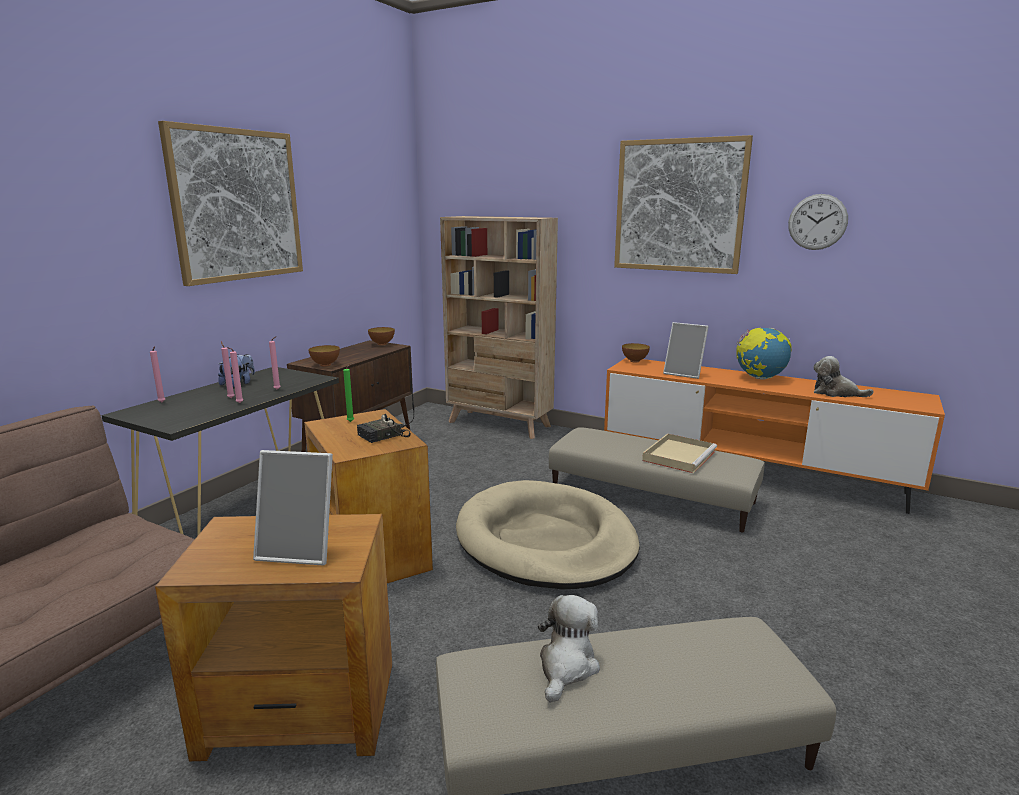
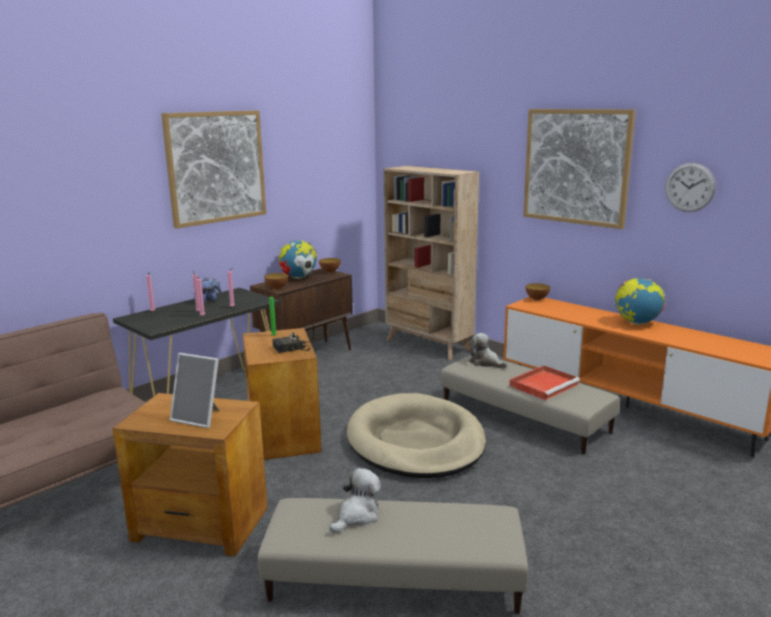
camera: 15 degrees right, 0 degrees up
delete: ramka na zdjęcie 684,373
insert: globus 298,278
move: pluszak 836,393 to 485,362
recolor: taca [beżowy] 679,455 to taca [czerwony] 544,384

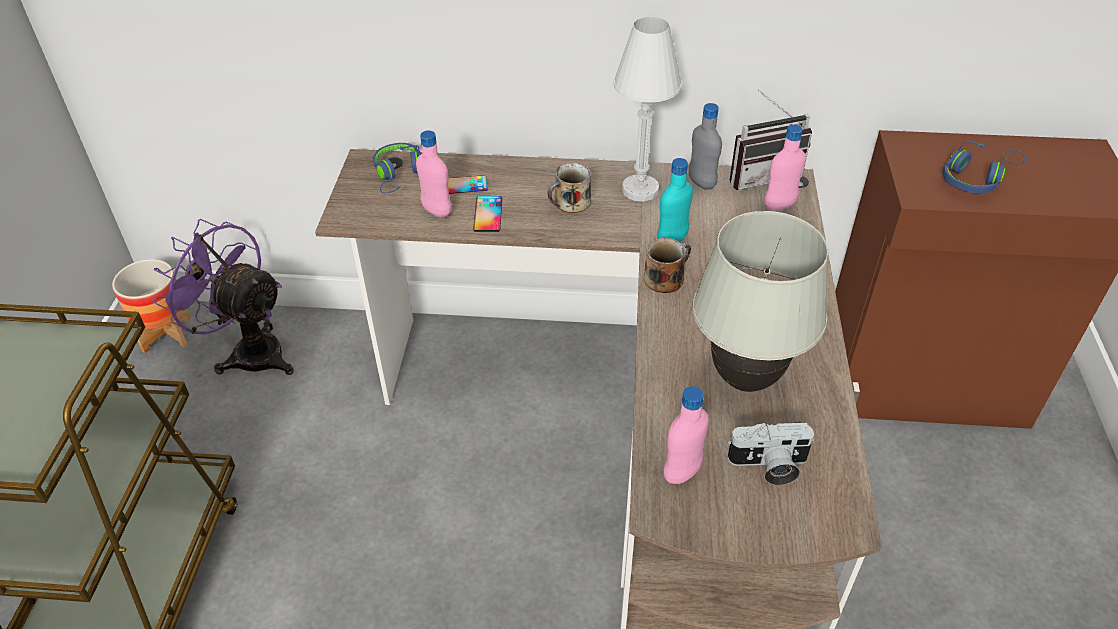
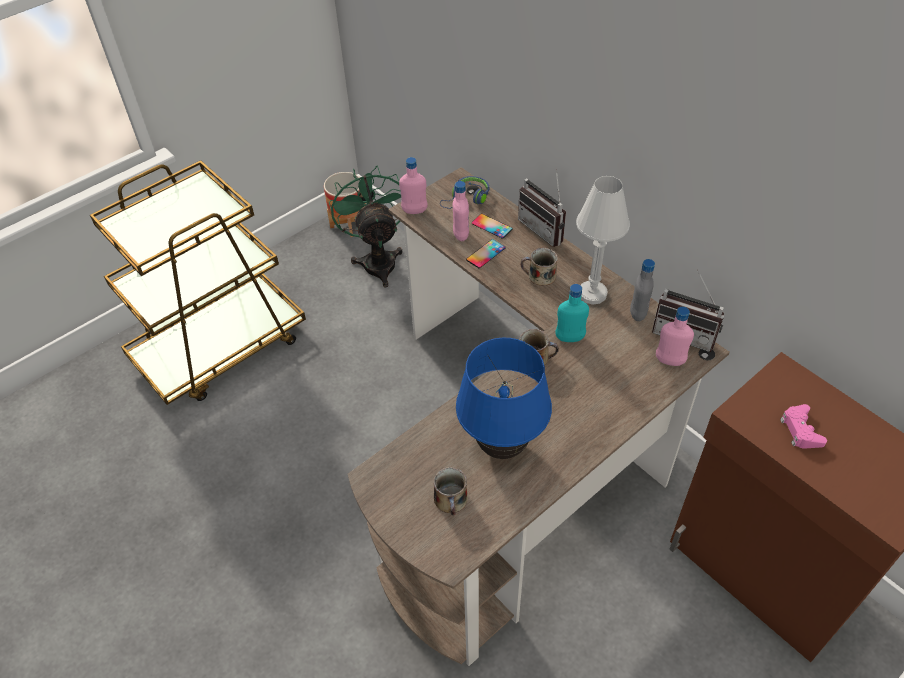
camera: 45 degrees right, 5 degrees up
insert: radio 545,229
move: butelka [różowy] 682,472 to 414,211
replace: słuchawki [niebieski] 976,179 to pad do gier [różowy] 800,430; aparat fotograficzny 769,466 to kubek 451,500
recolor: lampa stołowa [biały] 746,379 to lampa stołowa [niebieski] 502,447; wentylator [fioletowy] 249,351 to wentylator [zielony] 377,260

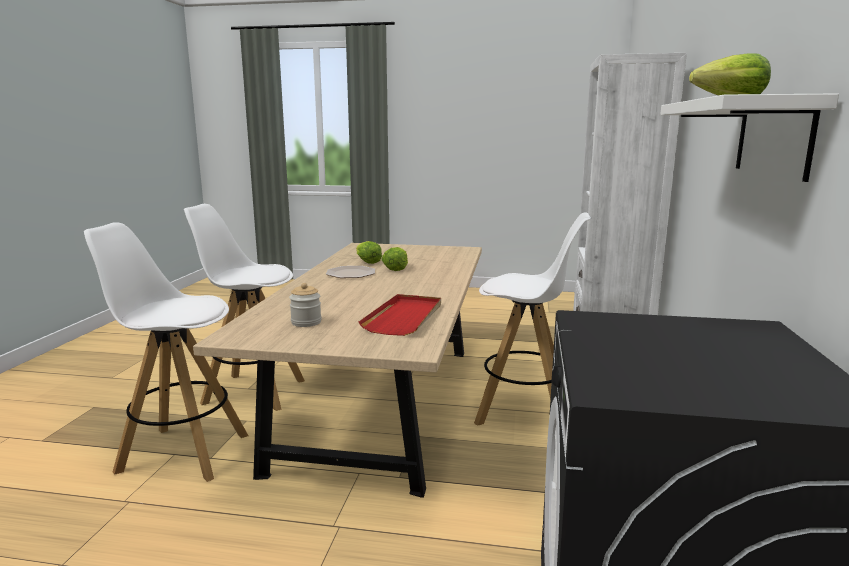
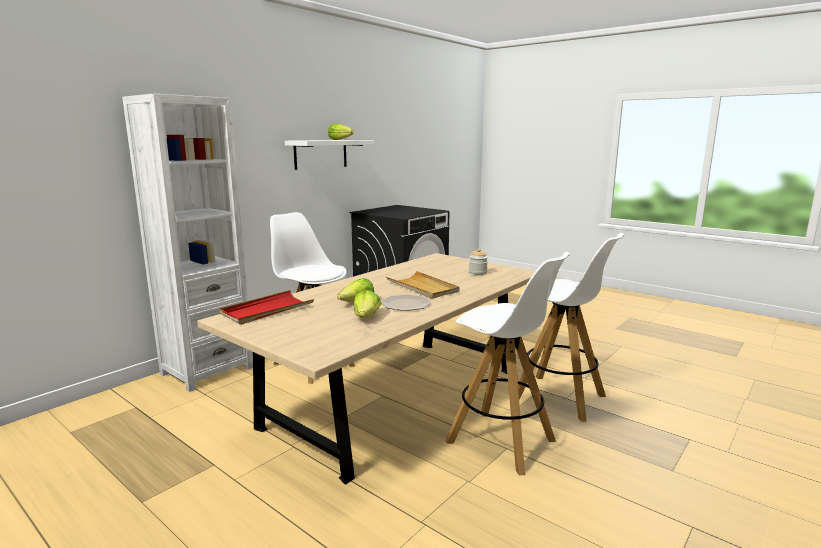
camera: 150 degrees left, 0 degrees up
insert: taca [beżowy] 422,287
move: taca [czerwony] 404,317 to 267,310

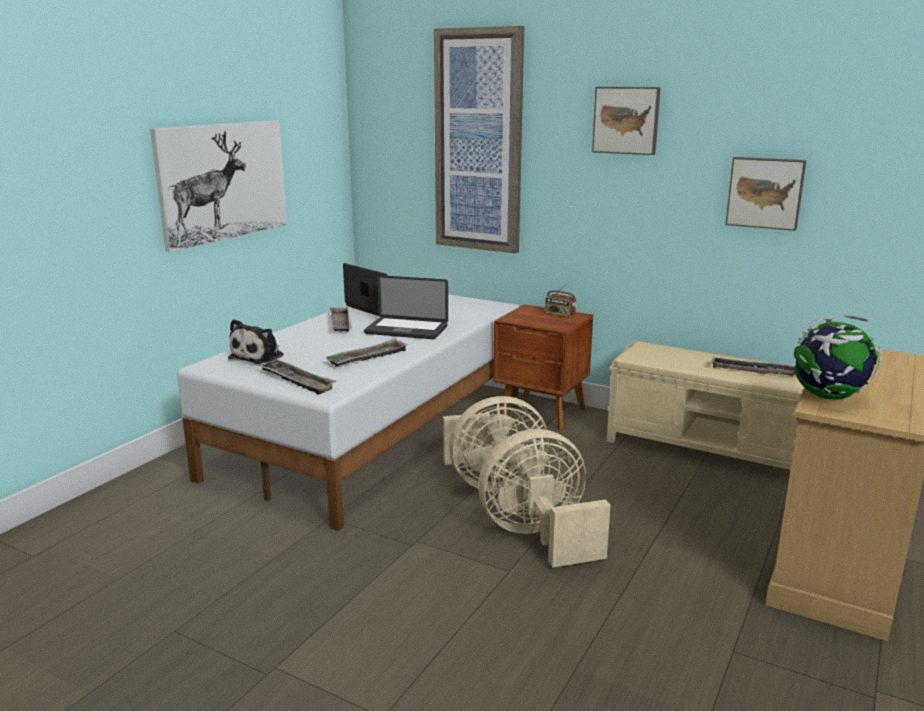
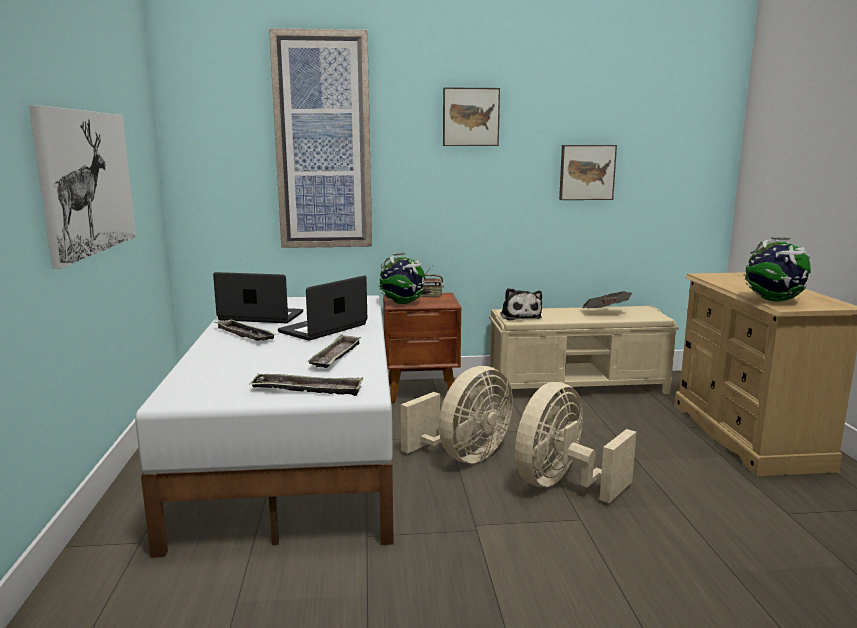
camera: 35 degrees left, 5 degrees down
insert: globus 402,303
move: pluszak 259,356 to 520,316
replace: taca 754,371 to gazeta 605,313
rotate: laptop 406,330 = 323,328 150 degrees clockwise

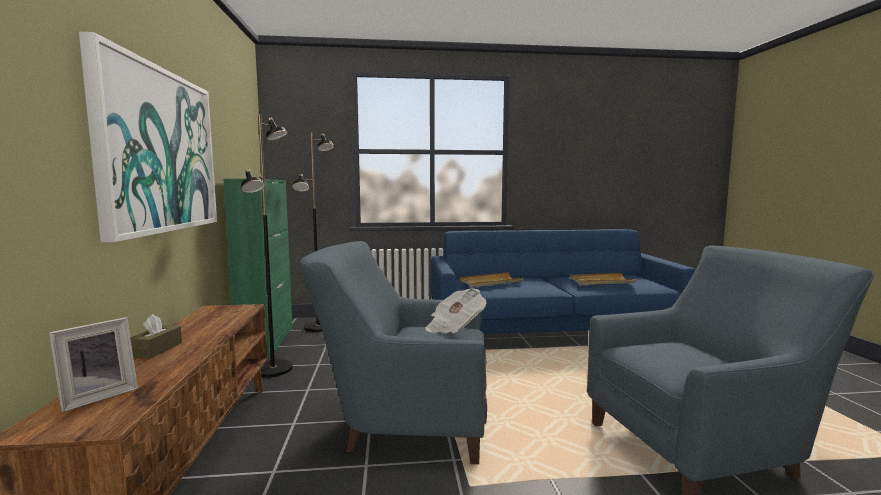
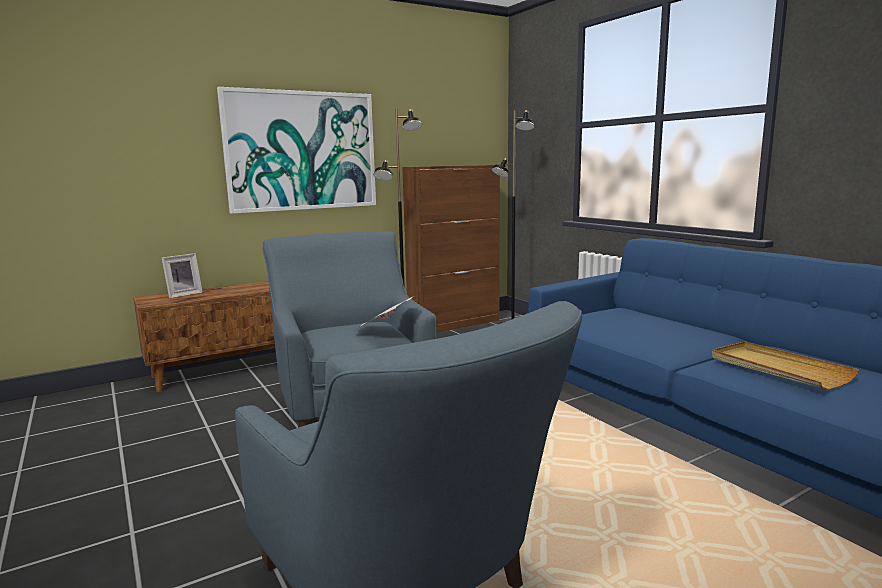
camera: 65 degrees right, 5 degrees up
delete: taca [beżowy] 490,282; pudełko chusteczek [brązowy] 156,349
recolor: szafka [zielony] 267,341 to szafka [brązowy] 455,324
rotate: ramka na zdjęcie 98,396 = 183,294 60 degrees counterclockwise

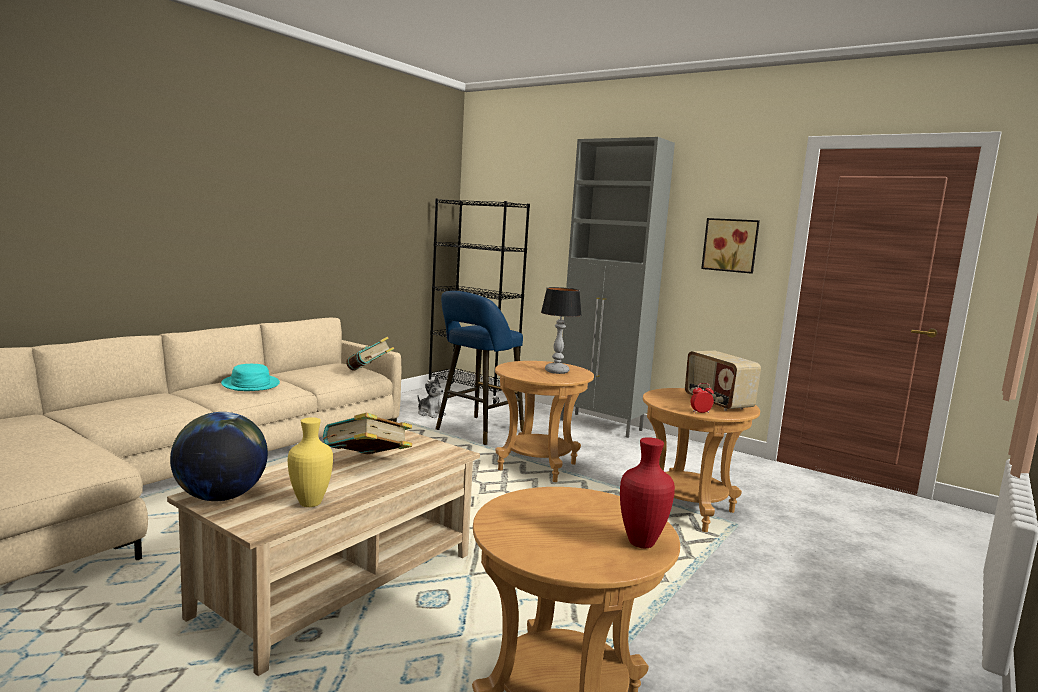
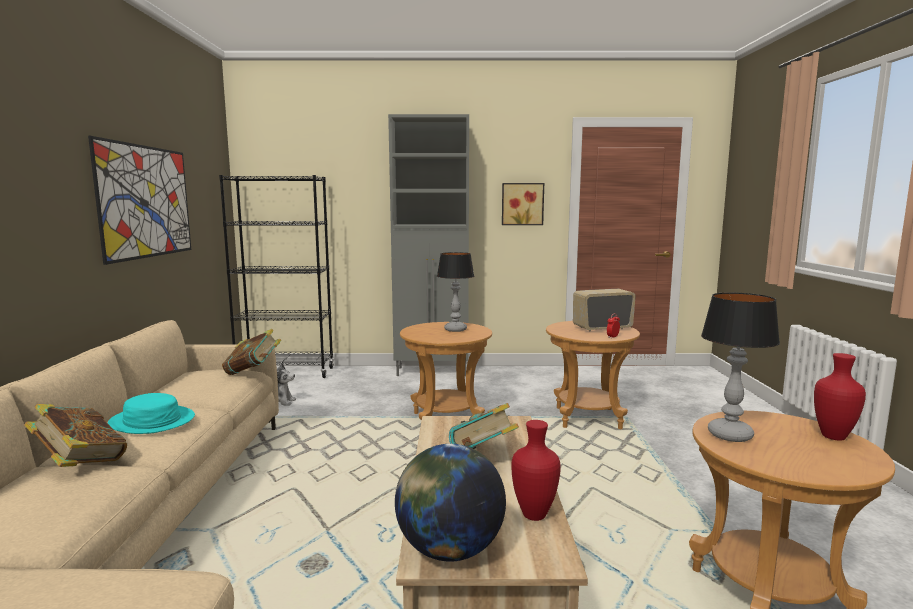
camera: 35 degrees left, 0 degrees up
delete: stołek [niebieski] 476,431
insert: obraz 146,201; lampa stołowa 729,434; książka 81,463
recolor: wazon [żółty] 309,503 to wazon [czerwony] 532,515
rotate: radio 717,403 = 602,328 135 degrees clockwise

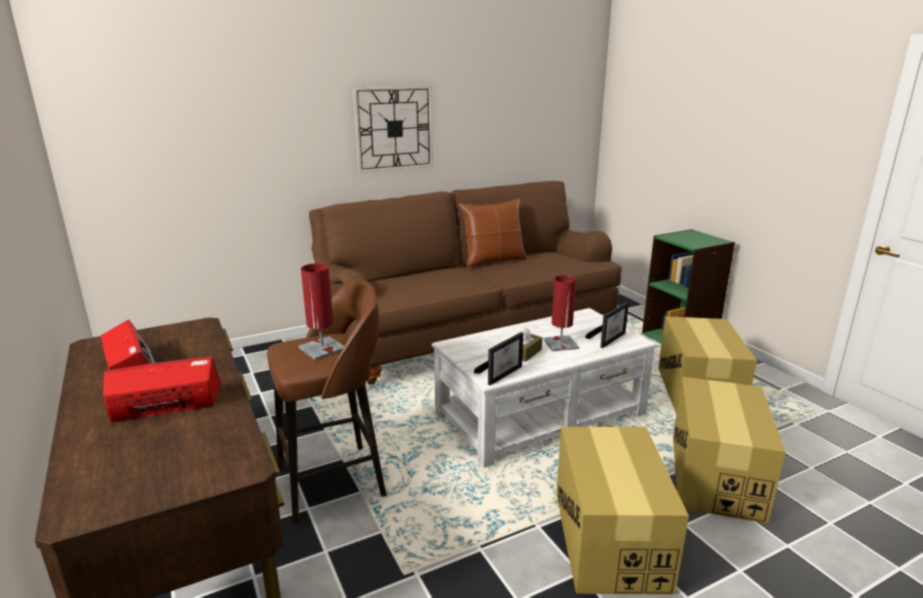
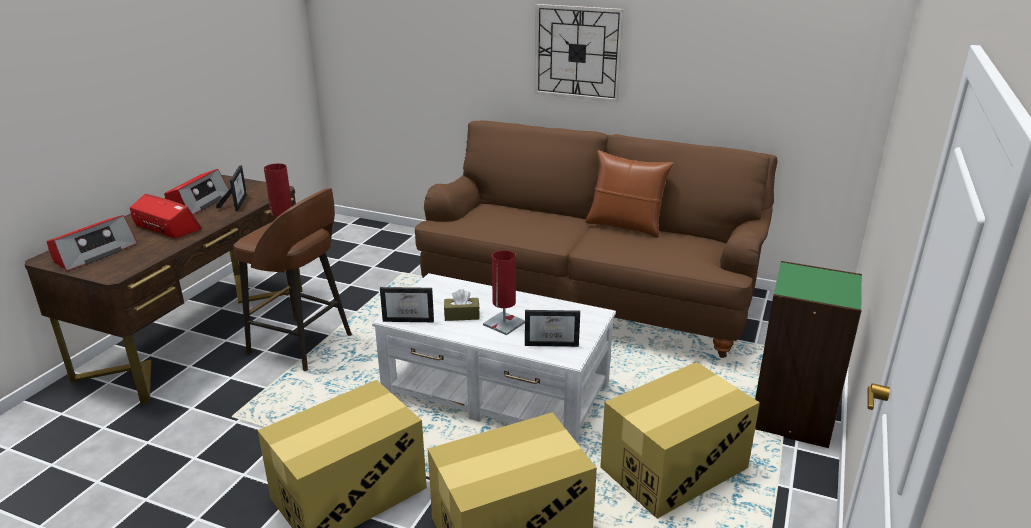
camera: 50 degrees right, 5 degrees up
insert: ramka na zdjęcie 236,202; radio 94,253

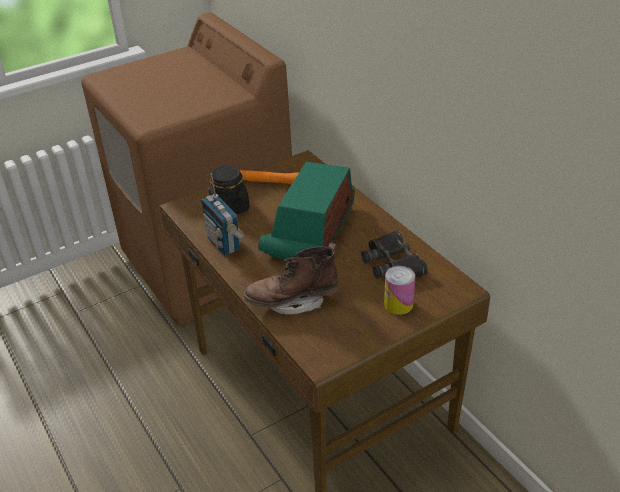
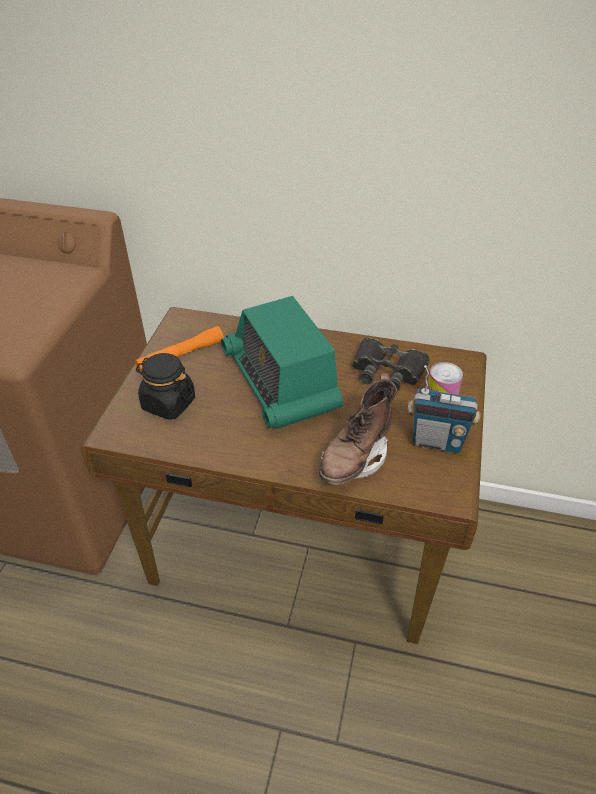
camera: 45 degrees left, 5 degrees up
move: radio 224,243 to 436,441

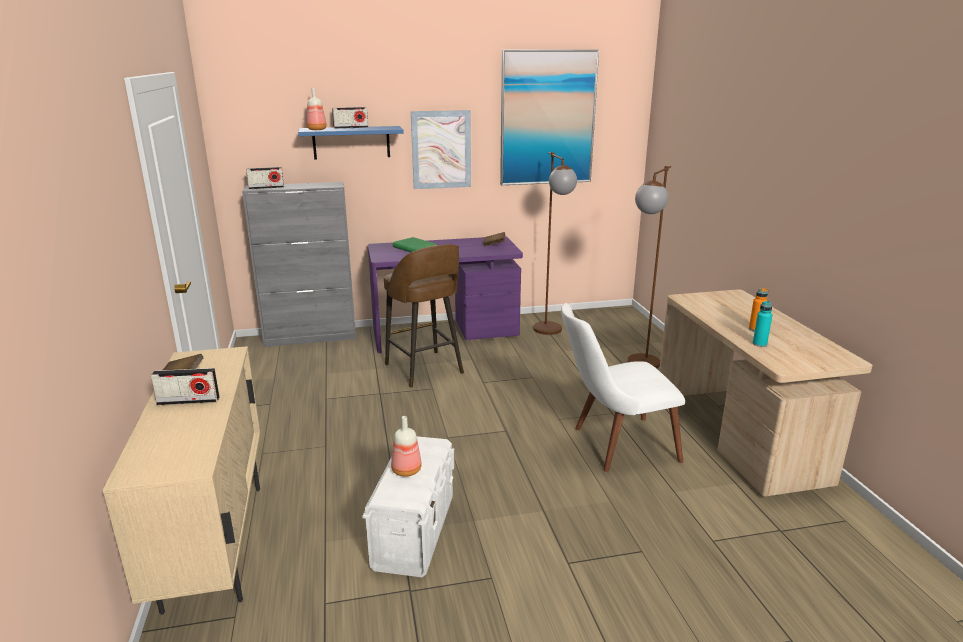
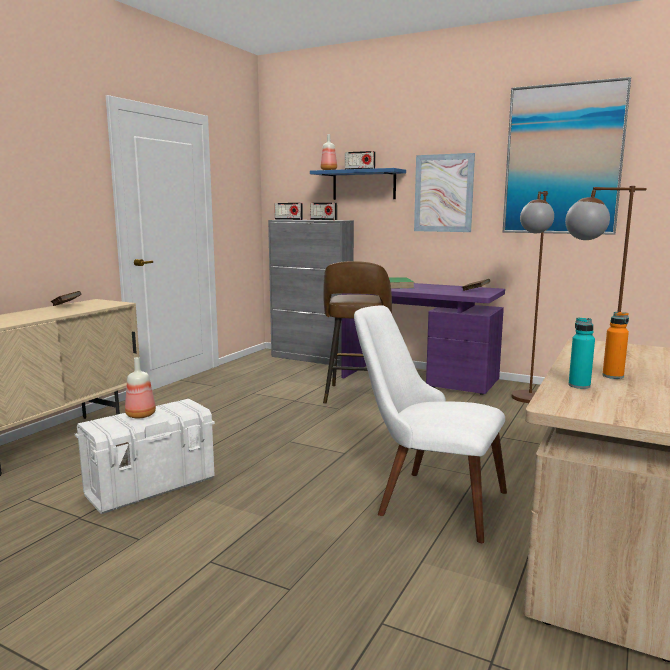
camera: 40 degrees right, 10 degrees down
move: radio 188,401 to 323,219

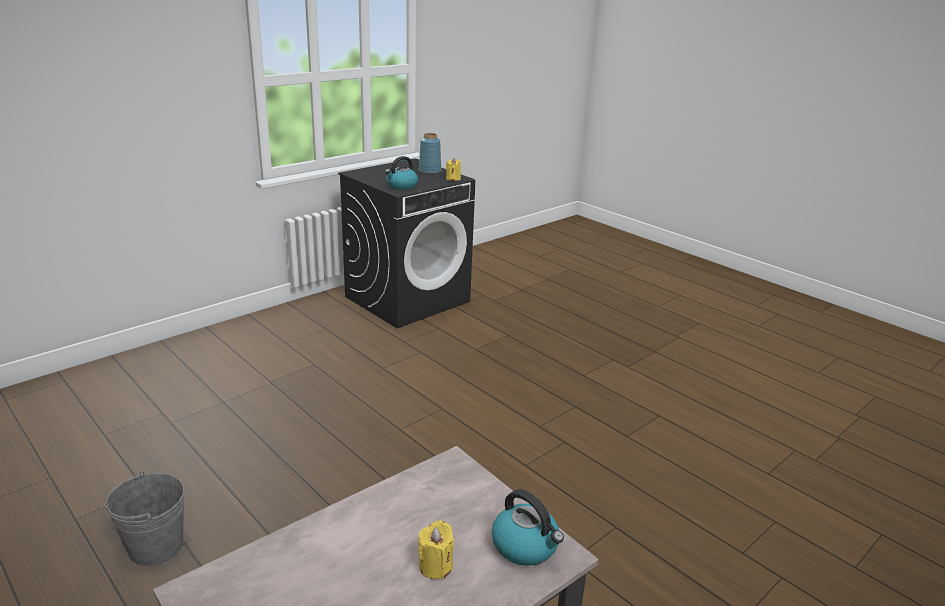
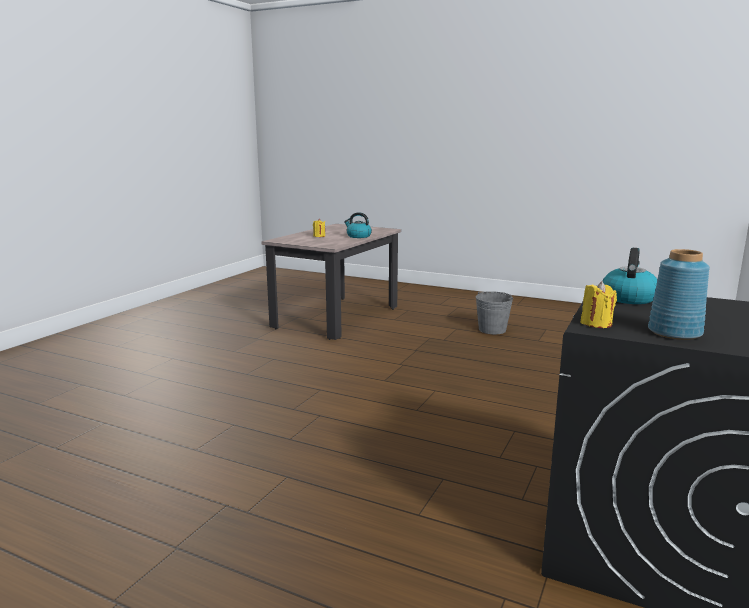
camera: 160 degrees right, 10 degrees down
move: czajnik 526,546 to 358,236

